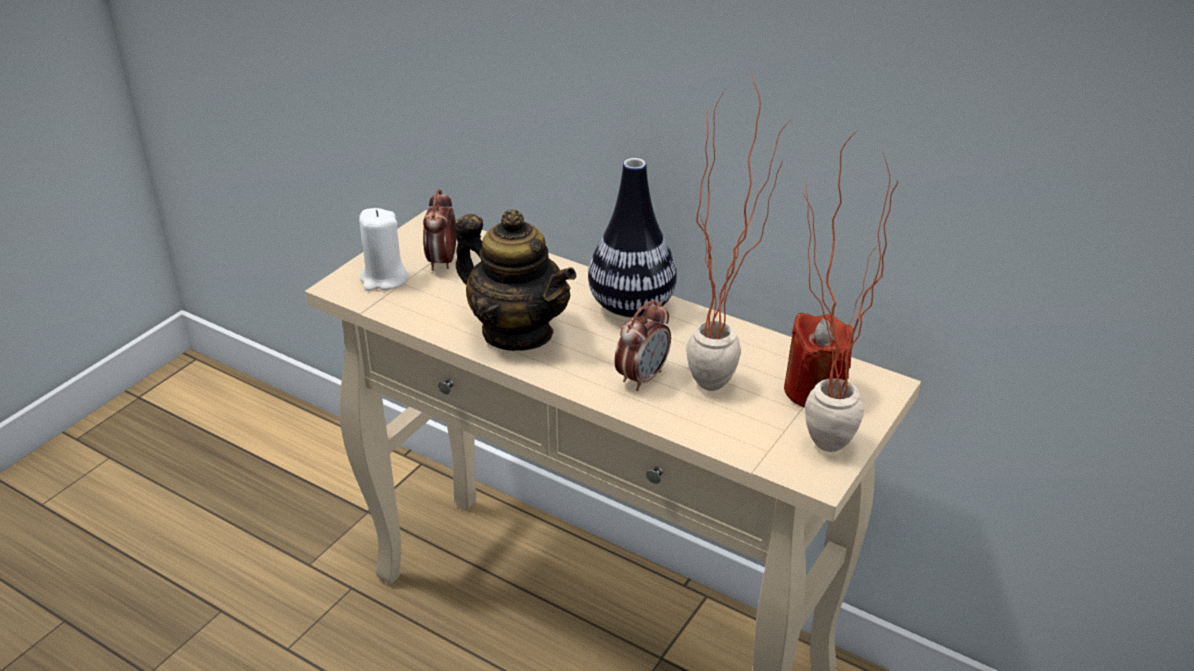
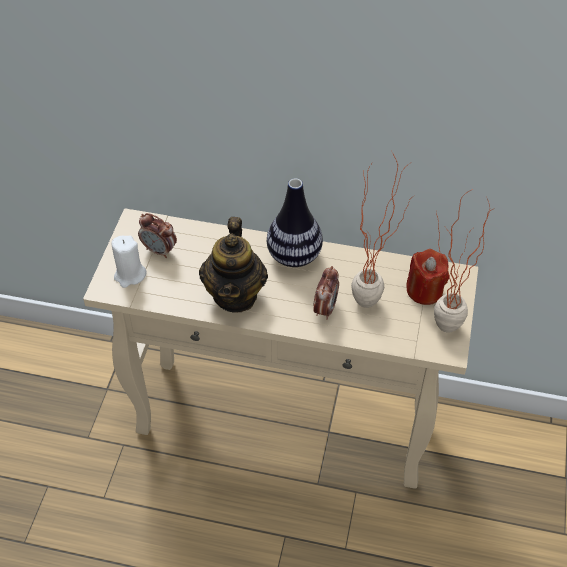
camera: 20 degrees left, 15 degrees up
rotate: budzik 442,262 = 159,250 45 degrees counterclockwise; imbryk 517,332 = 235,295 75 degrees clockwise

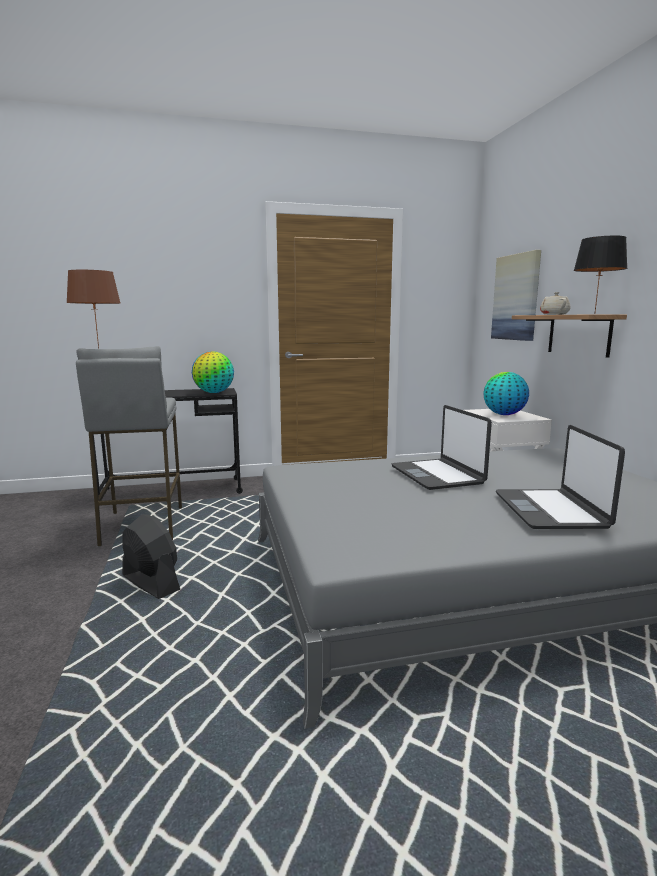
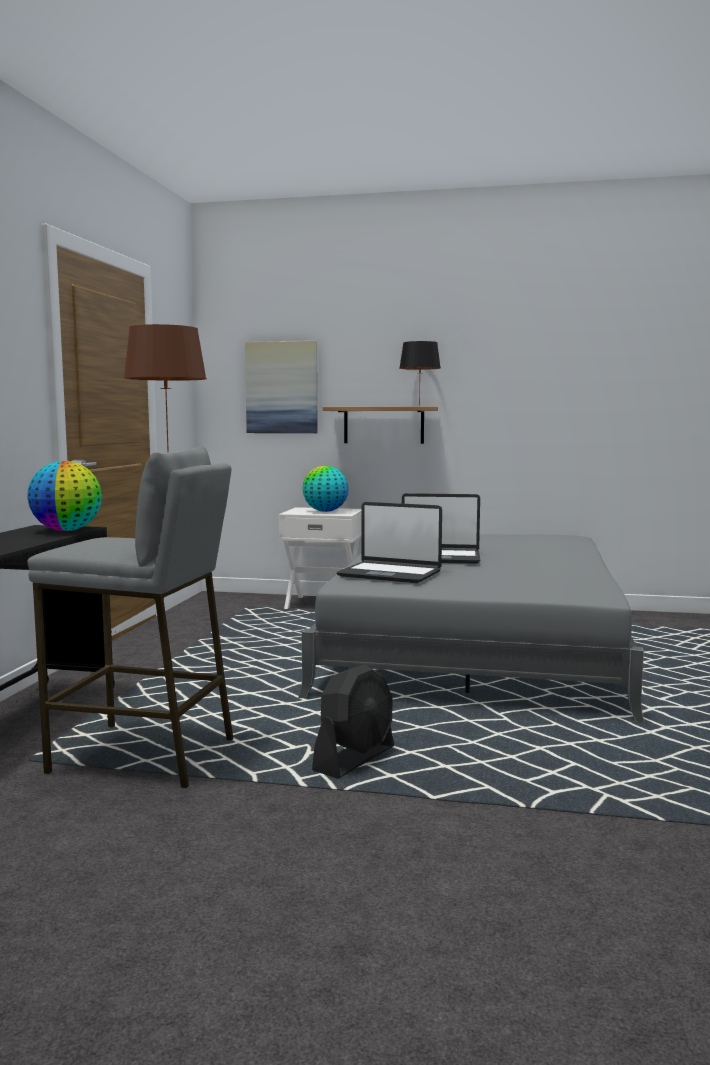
camera: 65 degrees left, 5 degrees down
delete: imbryk [beżowy] 554,314
move: laptop 551,510 to 390,574
rotate: wentylator [czarny] 150,583 = 355,759 150 degrees clockwise

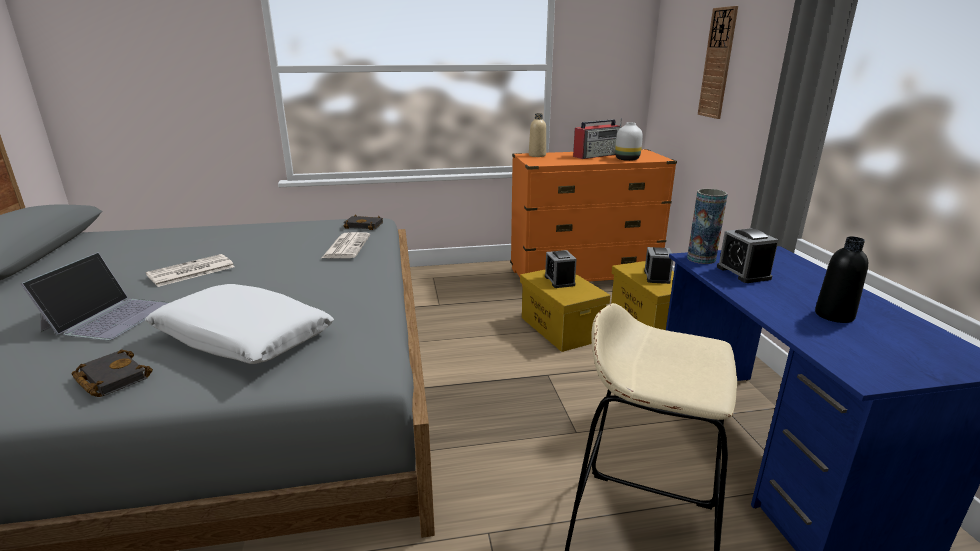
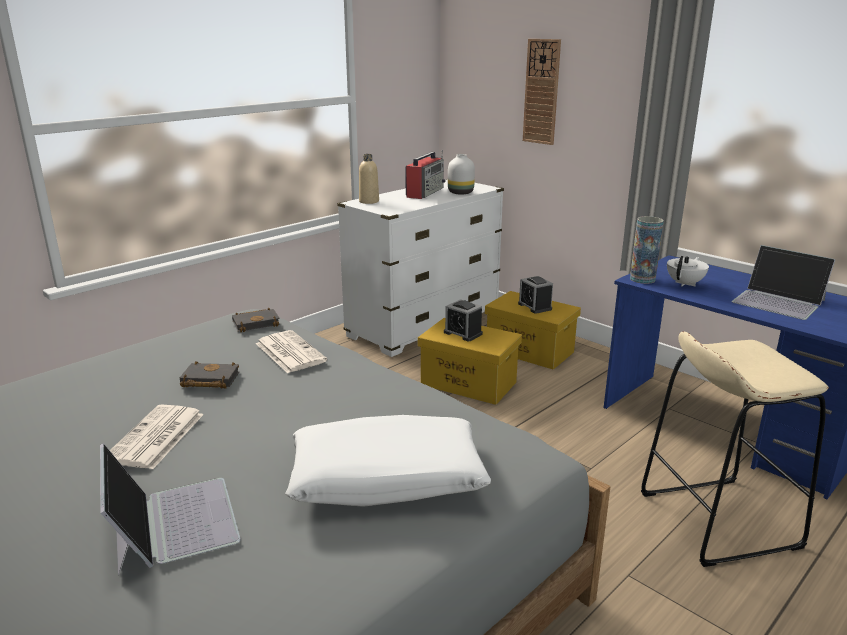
camera: 35 degrees left, 0 degrees up
move: książka [czarny] 110,378 to 208,380
replace: budzik 743,273 to imbryk [biały] 685,284; butelka [czarny] 834,315 to laptop 779,301
recolor: komoda [pomarańczowy] 583,276 to komoda [biały] 424,324

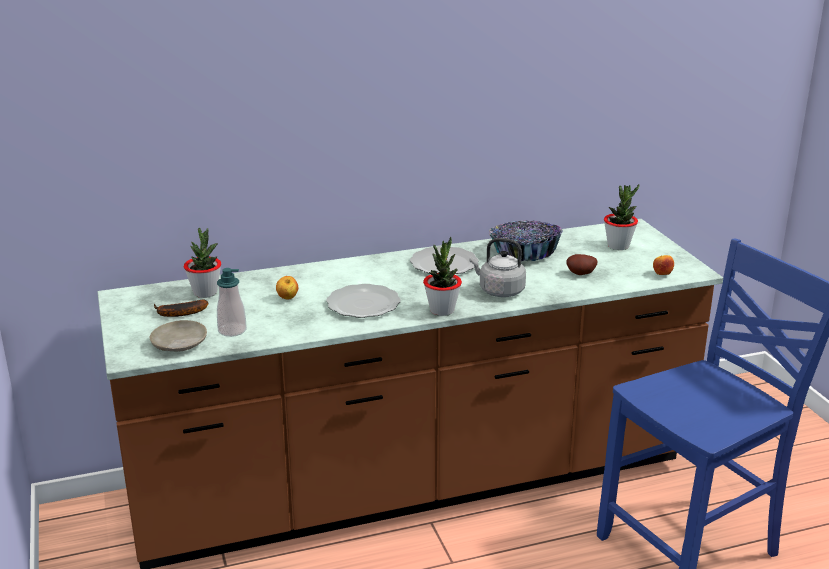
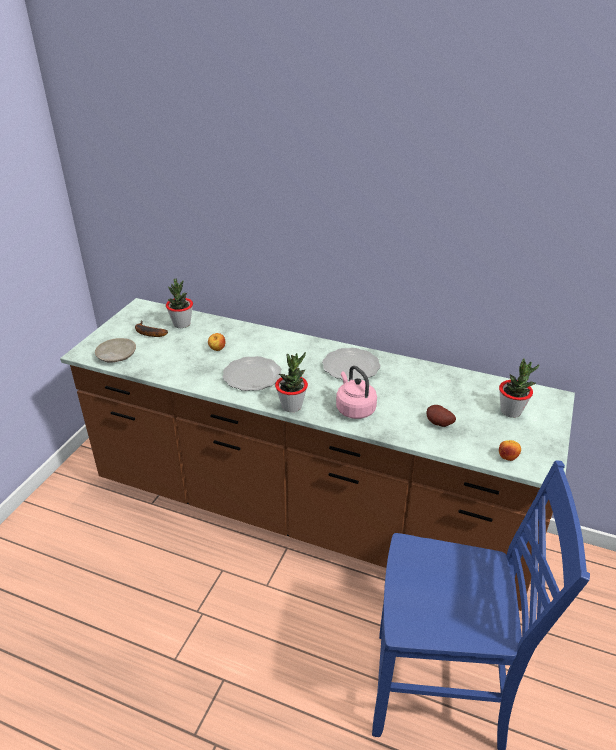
camera: 40 degrees right, 10 degrees up
delete: miska 524,253; dozownik mydła 232,330
recolor: czajnik [szary] 499,291 to czajnik [różowy] 354,409

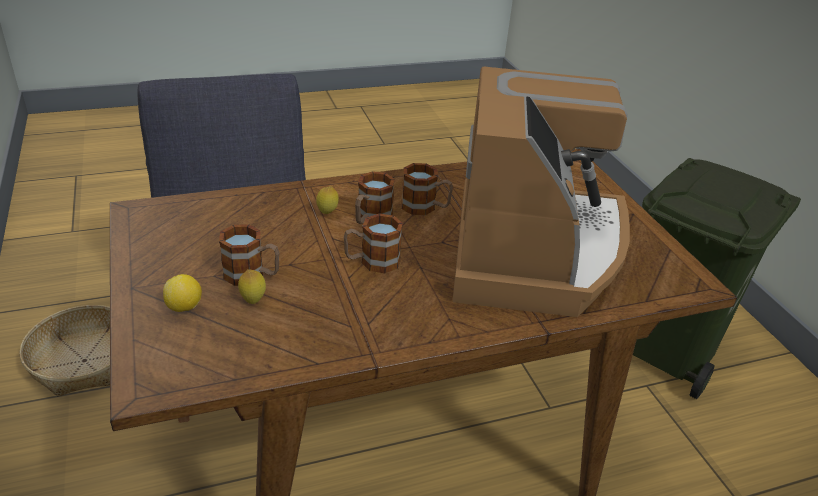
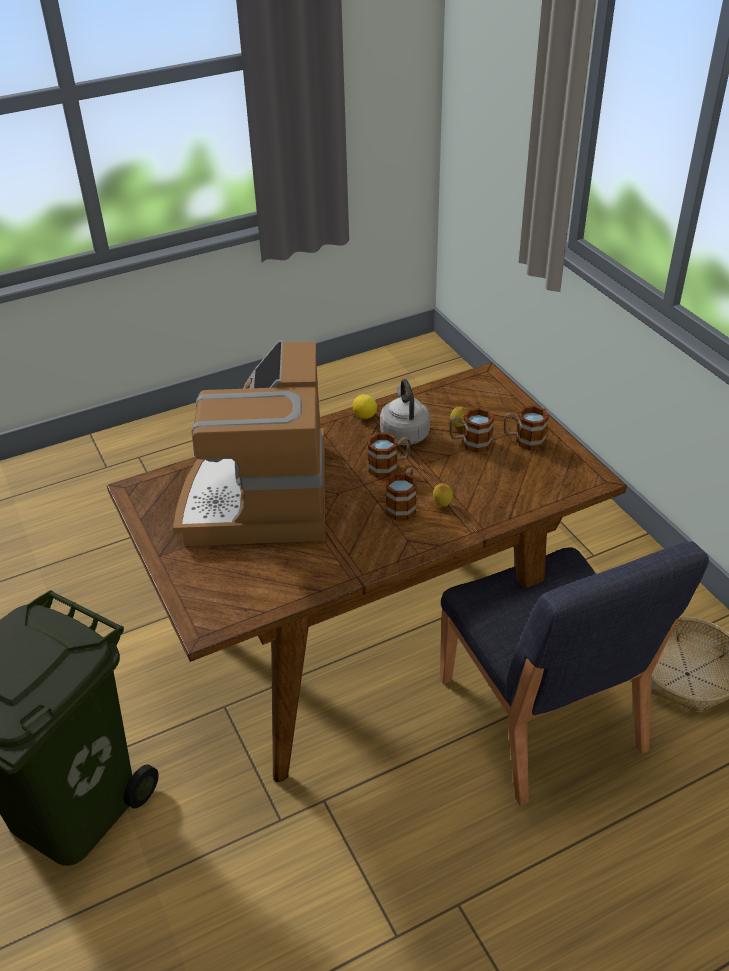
camera: 175 degrees right, 5 degrees up
insert: czajnik [szary] 404,433
move: kubek 425,207 to 523,440; cytryna 184,307 to 364,416

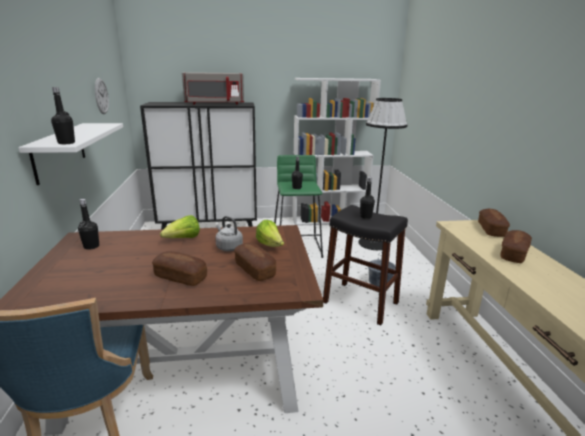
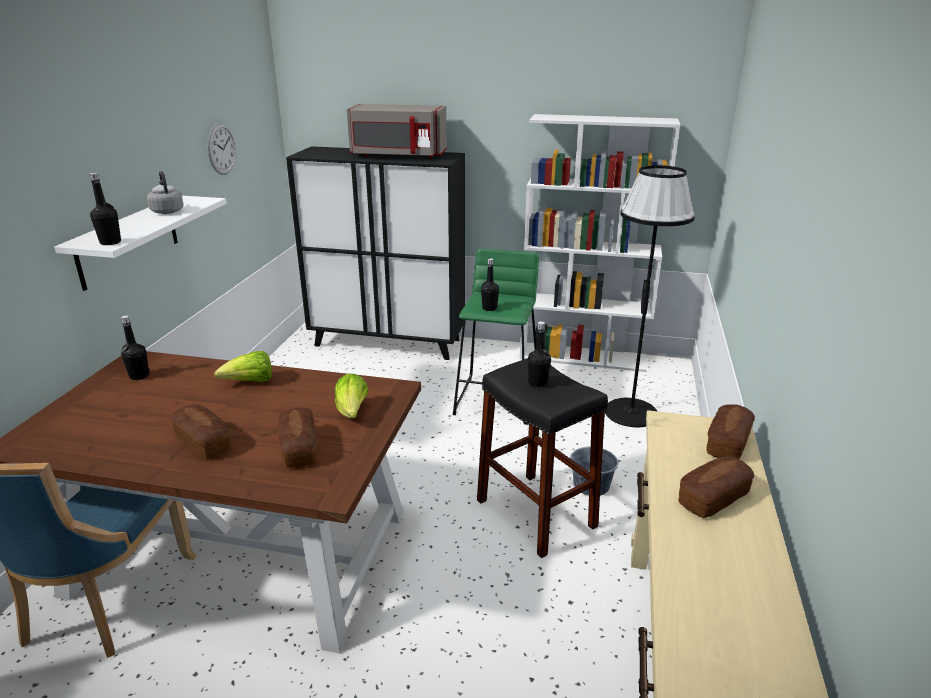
camera: 20 degrees right, 5 degrees up
move: czajnik [szary] 228,247 to 167,211

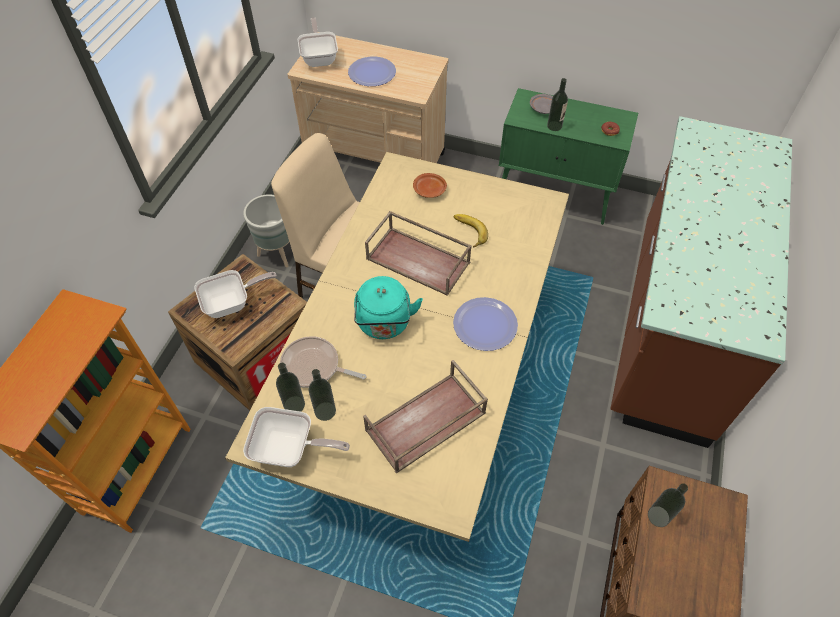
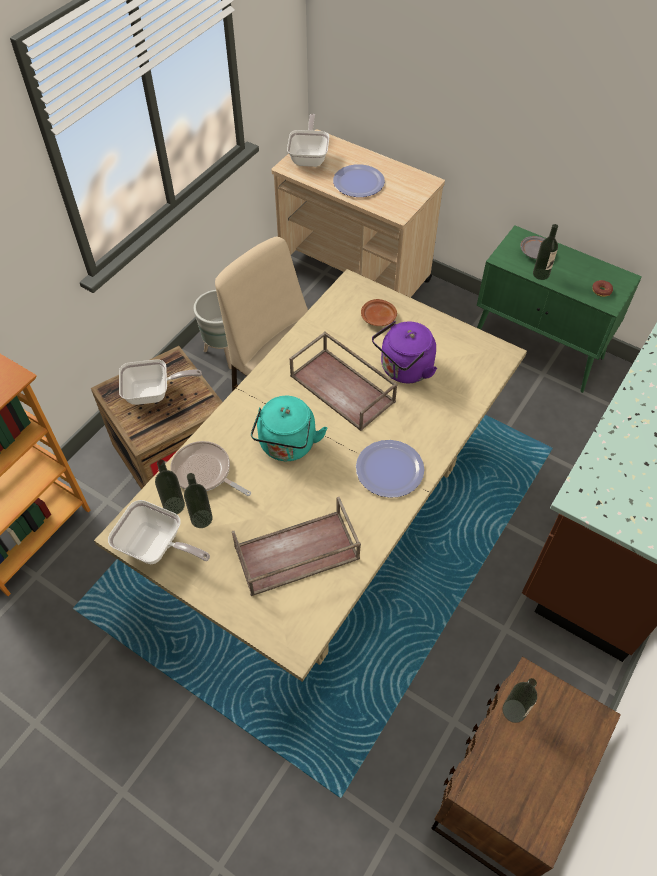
camera: 15 degrees right, 0 degrees up
replace: banan 468,232 to czajnik [fioletowy] 404,370

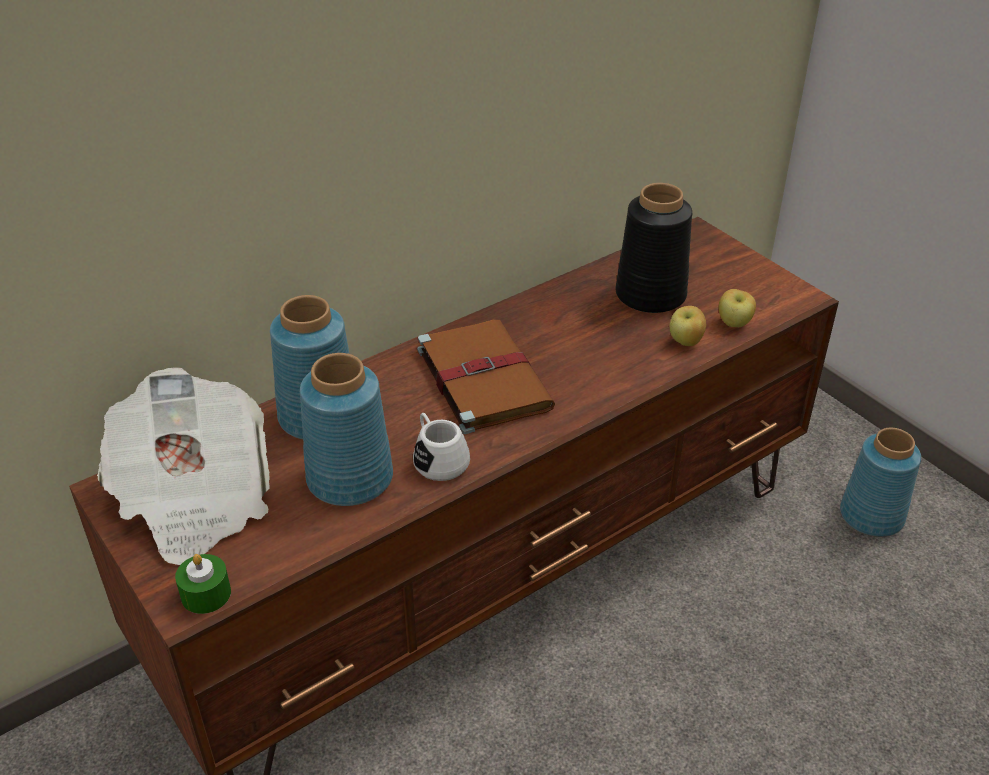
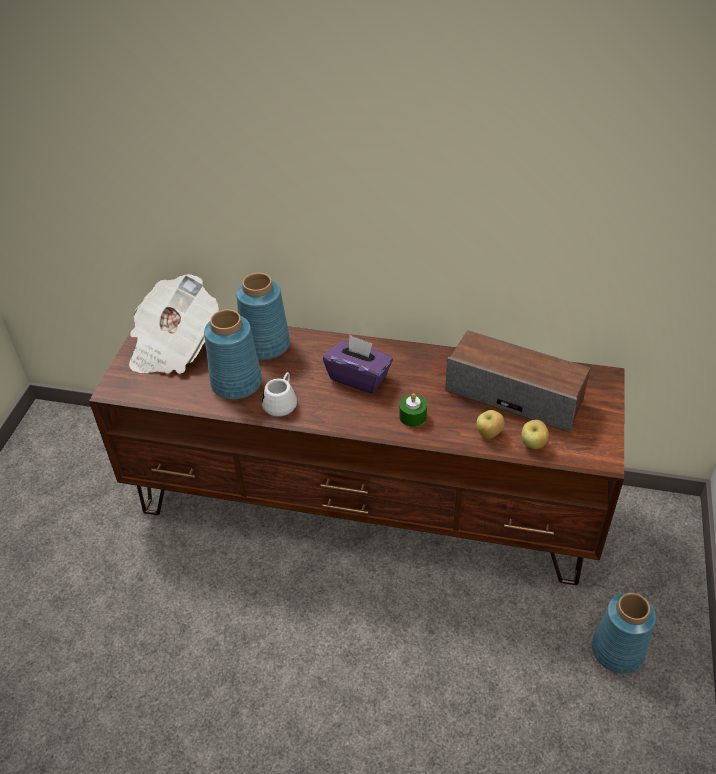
camera: 50 degrees right, 5 degrees up
move: świeca [zielony] 206,594 to 412,416
replace: wazon [czarny] 651,294 to głośnik 514,395; książka [brązowy] 482,377 to pudełko chusteczek [fioletowy] 358,377

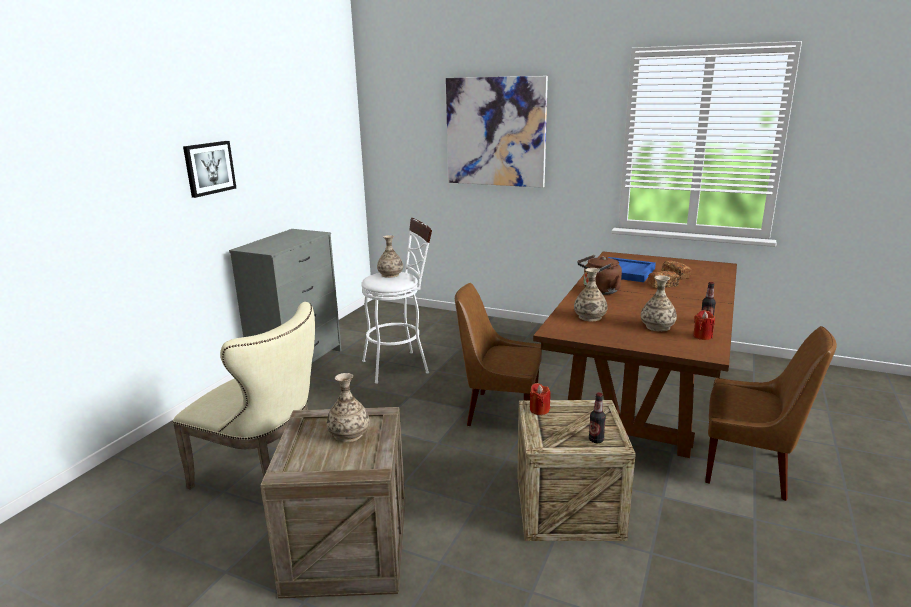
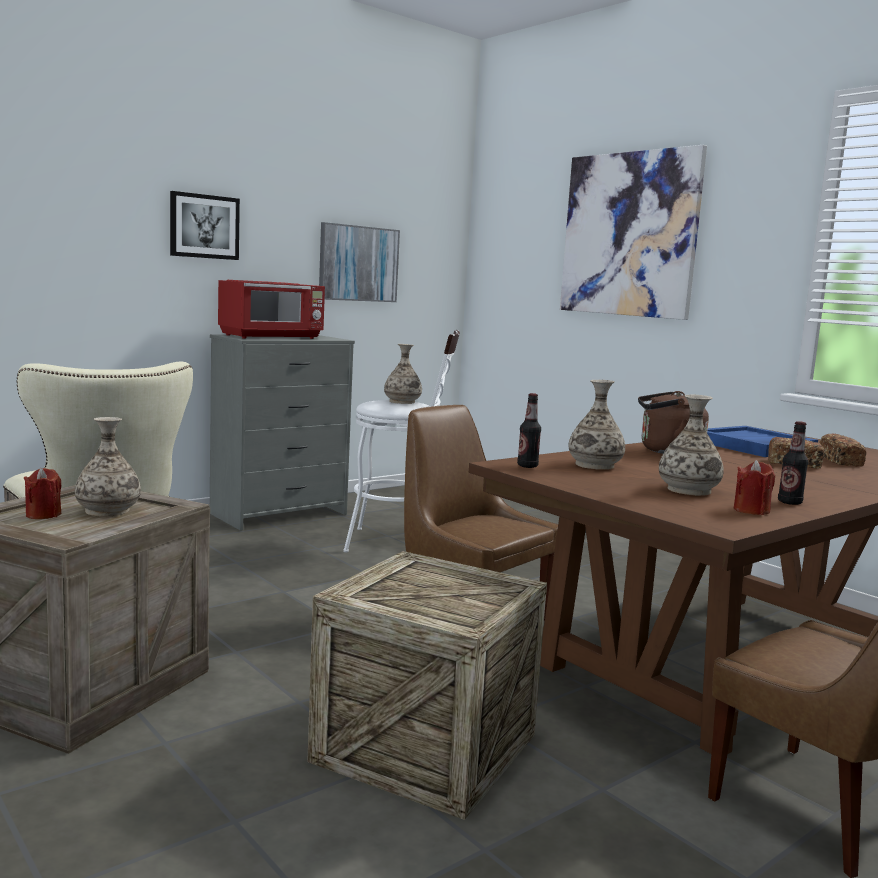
camera: 25 degrees right, 10 degrees down
insert: obraz 358,263; mikrofalówka [czerwony] 272,337
move: świeca [czerwony] 539,410 to 43,515; butelka 596,440 to 527,466

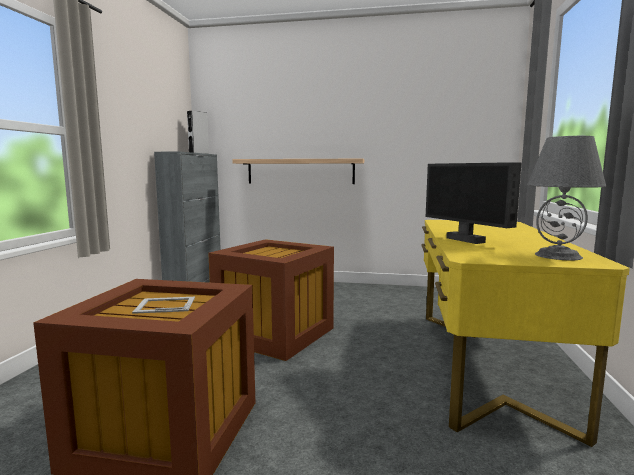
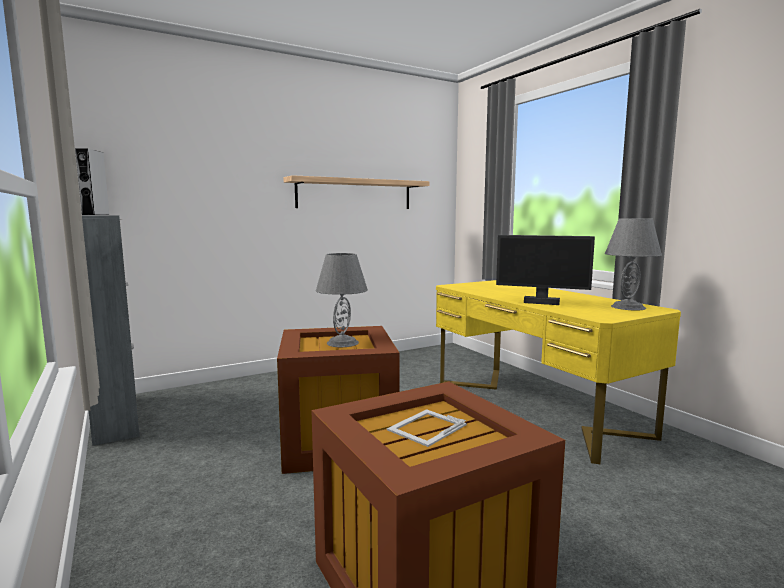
camera: 40 degrees left, 0 degrees up
insert: lampa stołowa [szary] 343,343
move: półka 300,171 to 355,194

